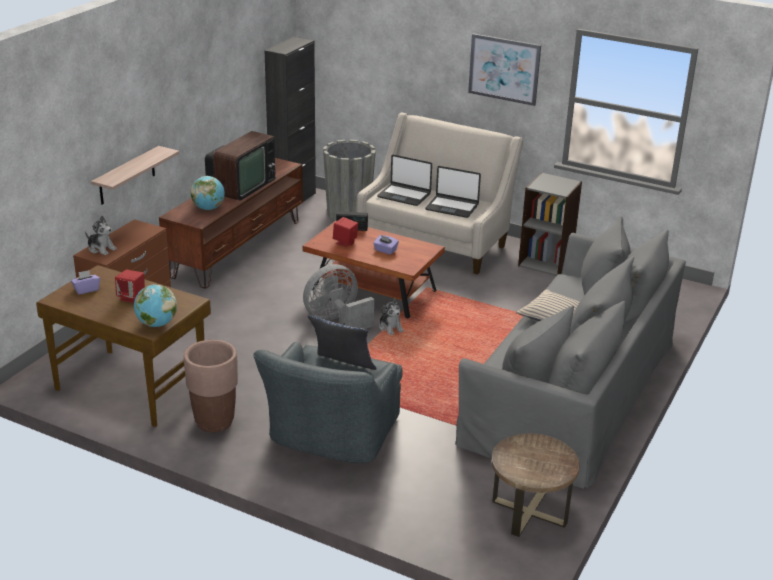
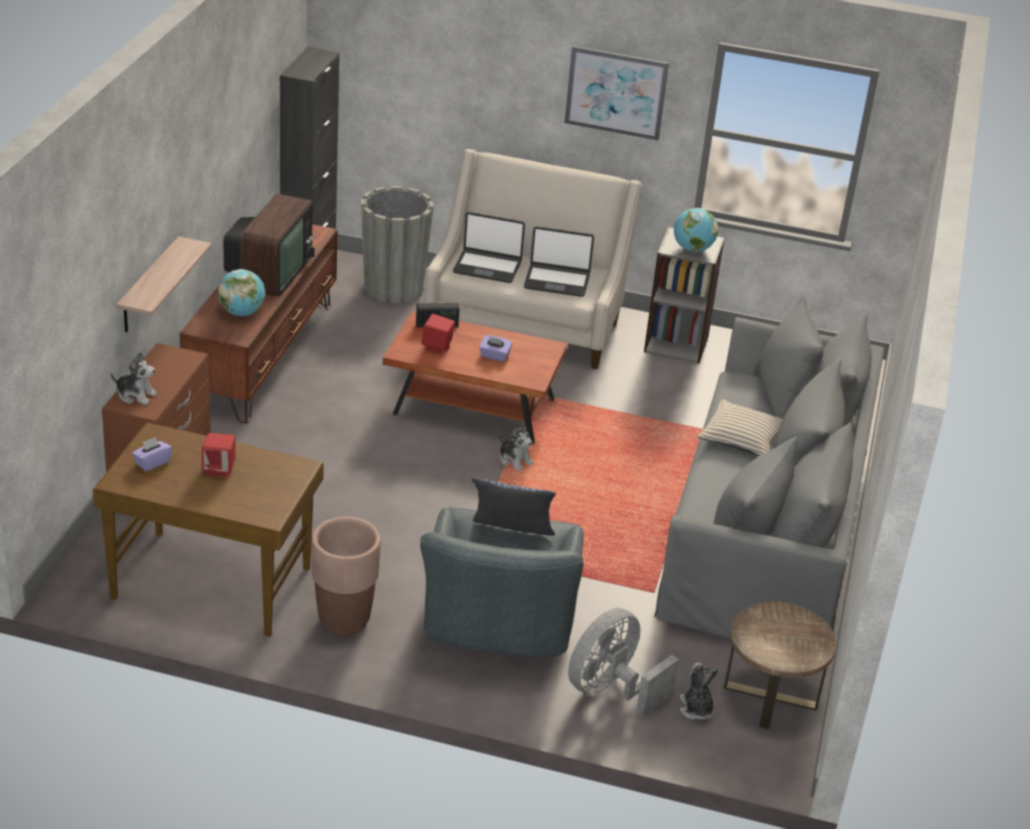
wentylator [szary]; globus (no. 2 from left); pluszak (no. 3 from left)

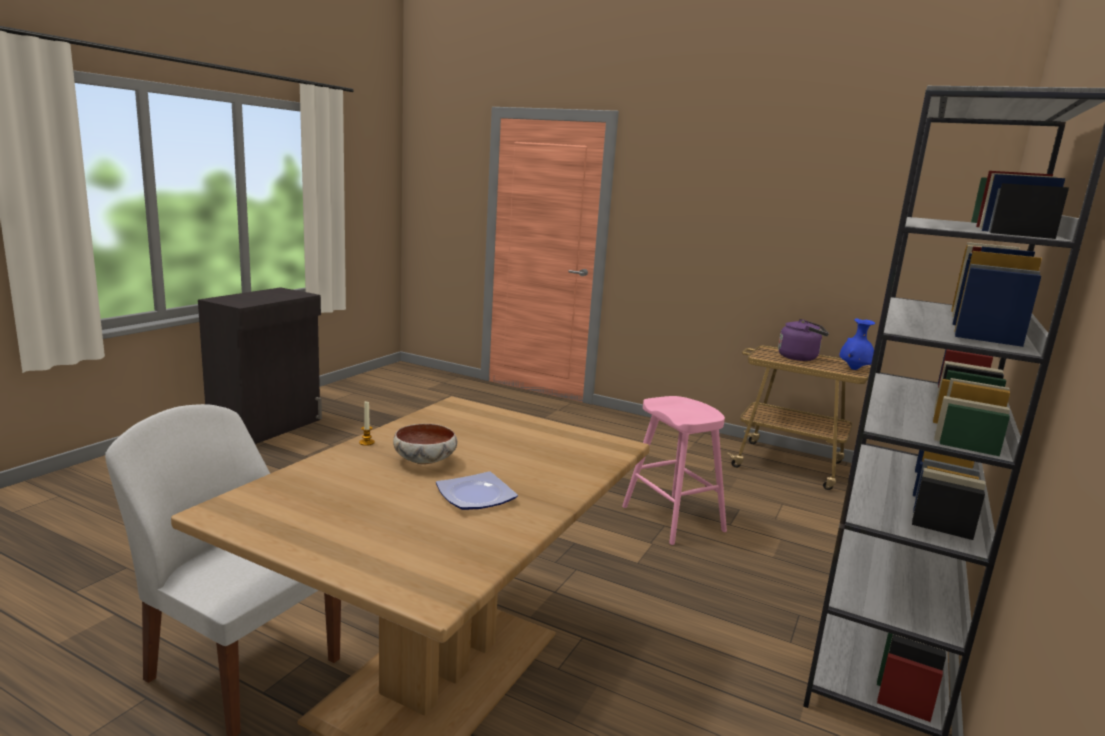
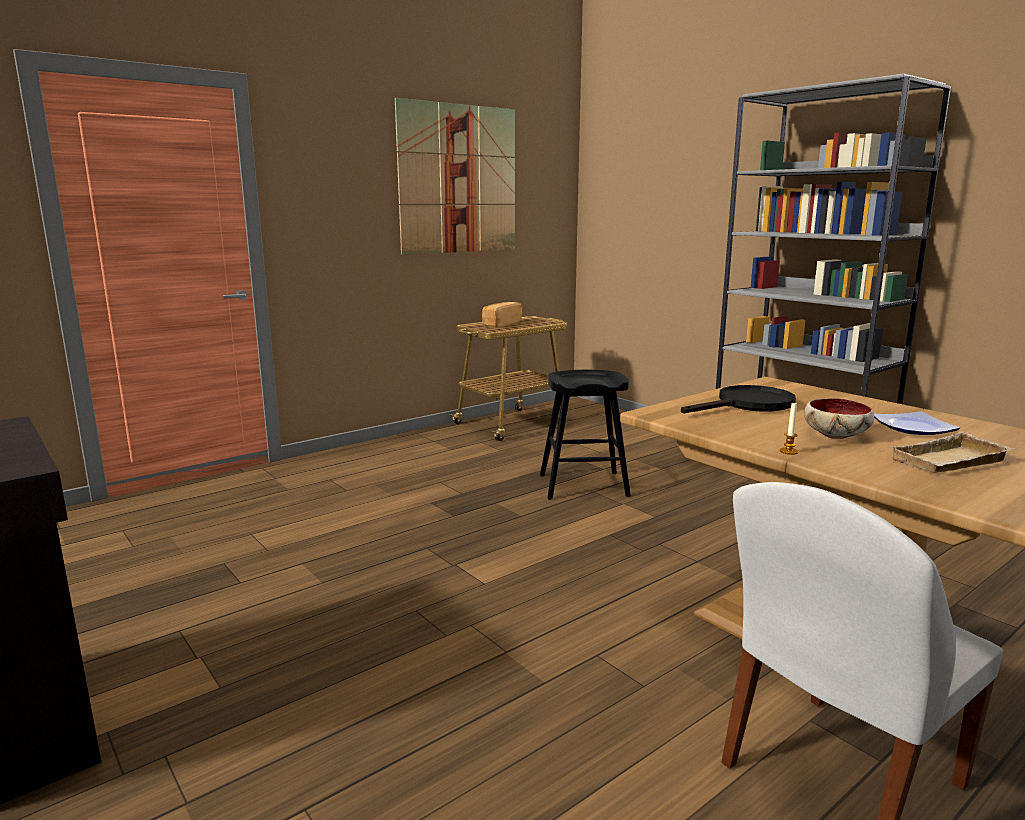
chleb; wazon [niebieski]; stołek [czarny]; obraz; patelnia [czarny]; taca [beżowy]

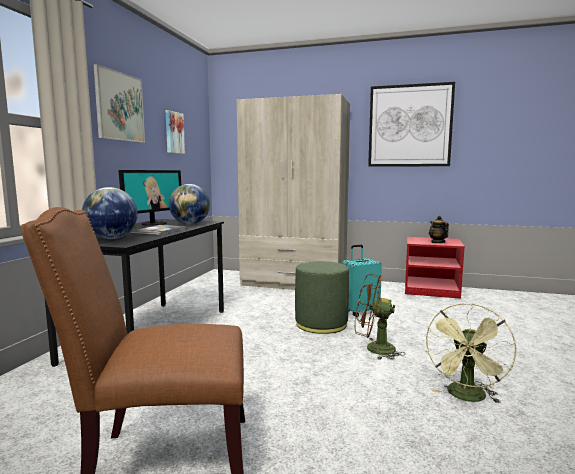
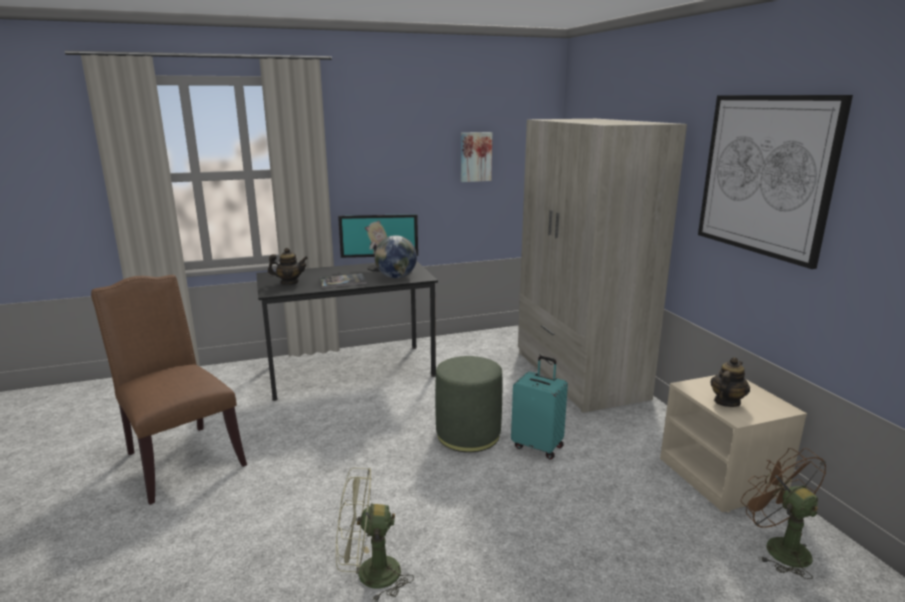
obraz (no. 1 from left in the first image); imbryk (no. 1 from left); szafka nocna [beżowy]; wentylator [brązowy]

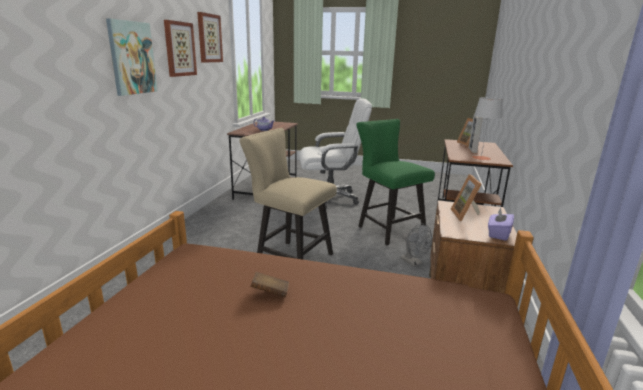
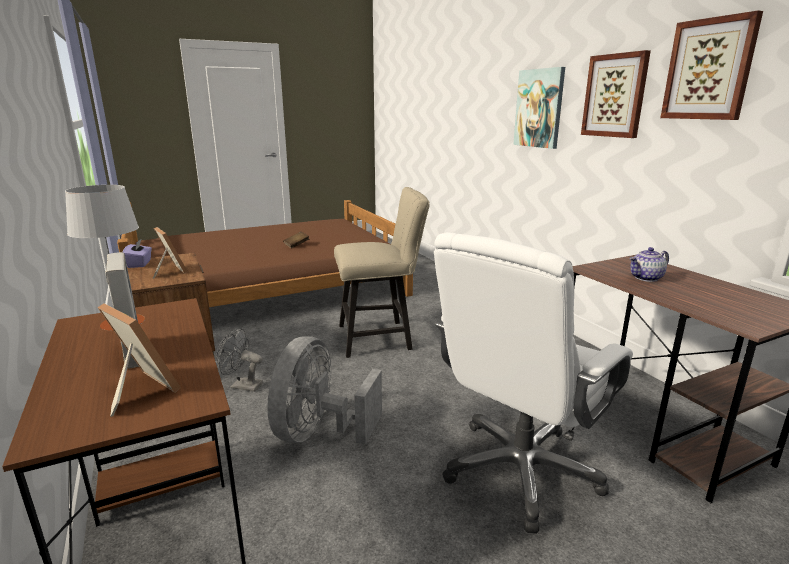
wentylator [szary] (no. 2 from left)

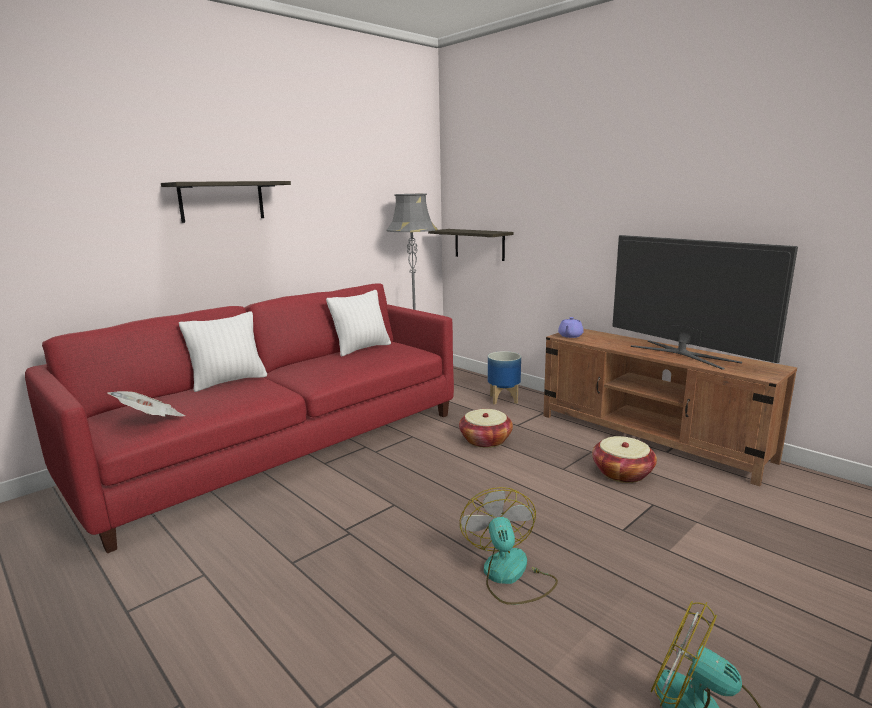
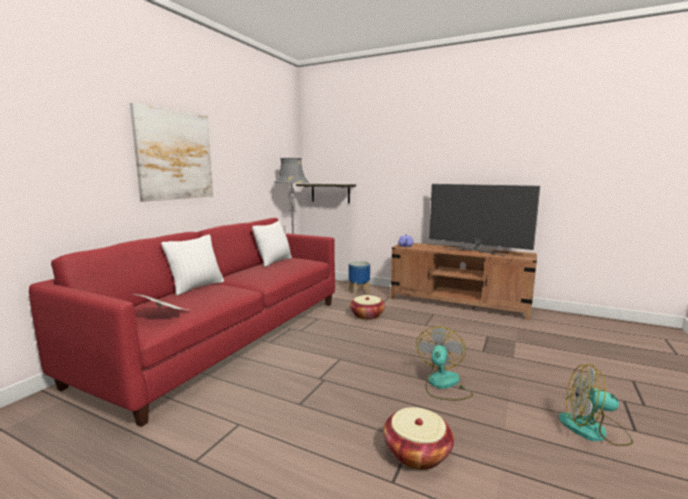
obraz; koszyk (no. 2 from left); wentylator (no. 1 from left)

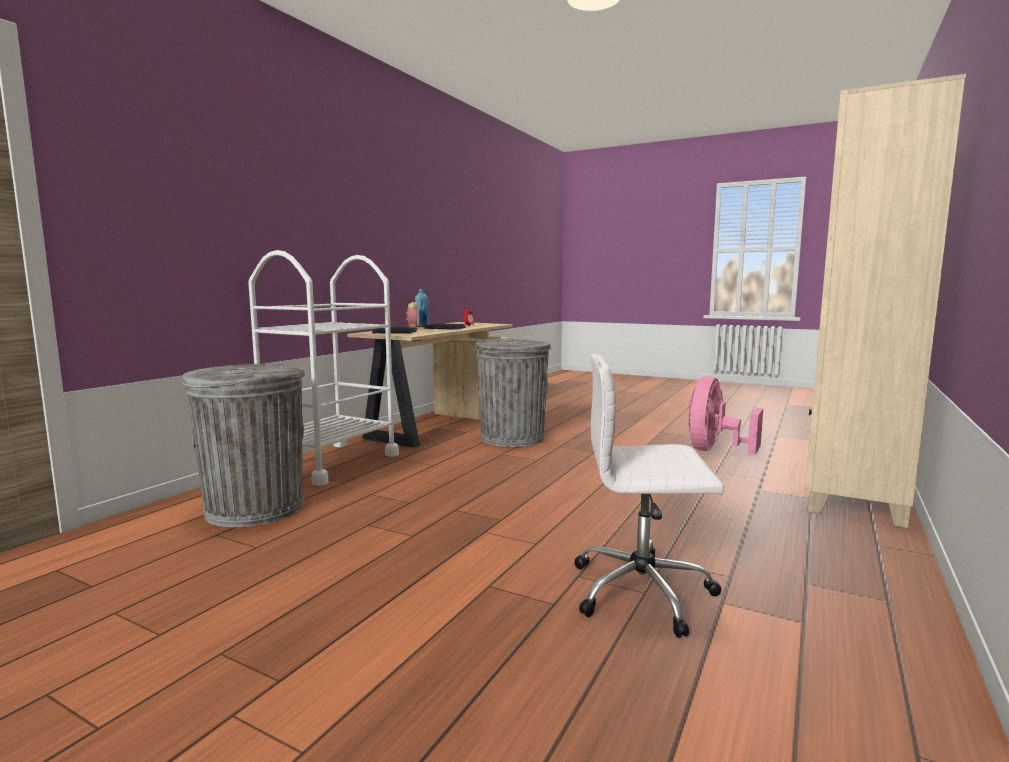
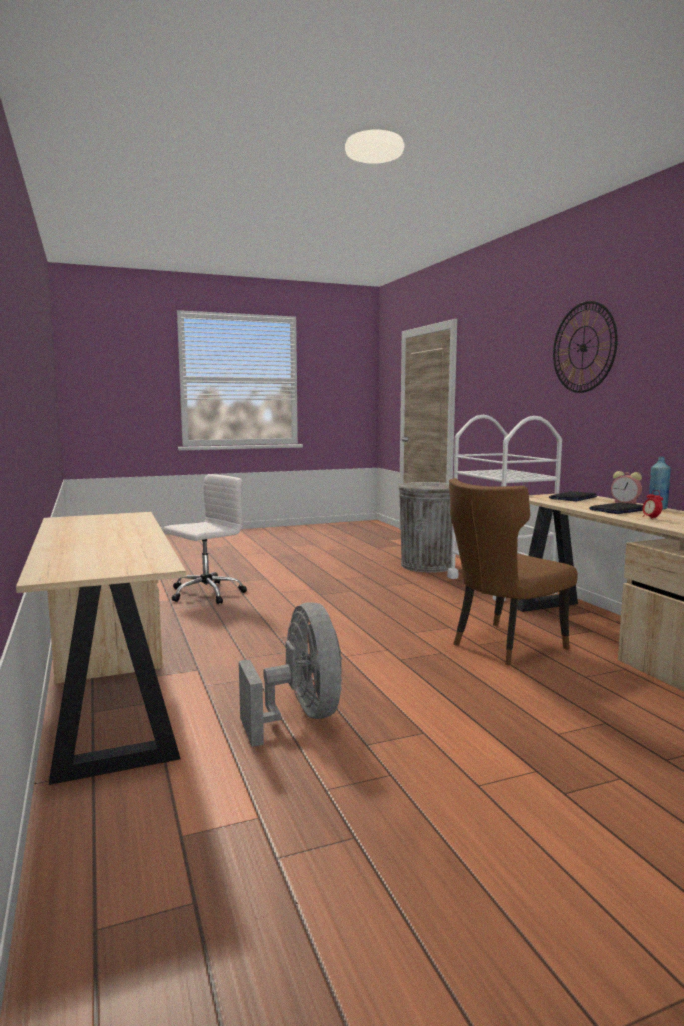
biurko [beżowy] (no. 1 from left); krzesło [brązowy]; wentylator [szary]; zegar ścienny

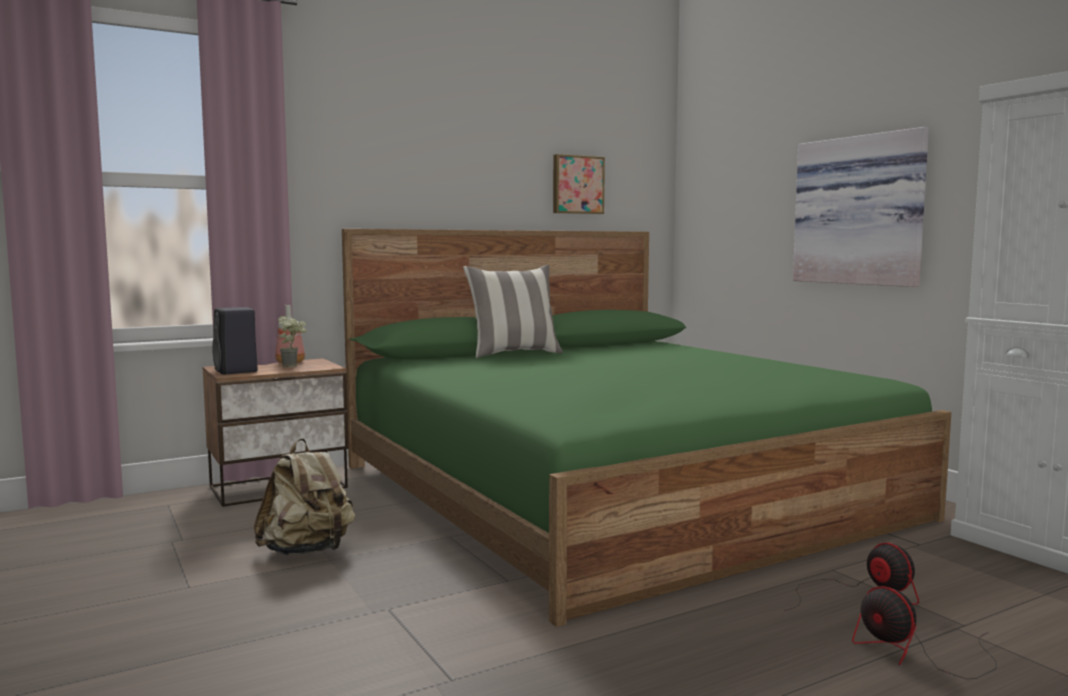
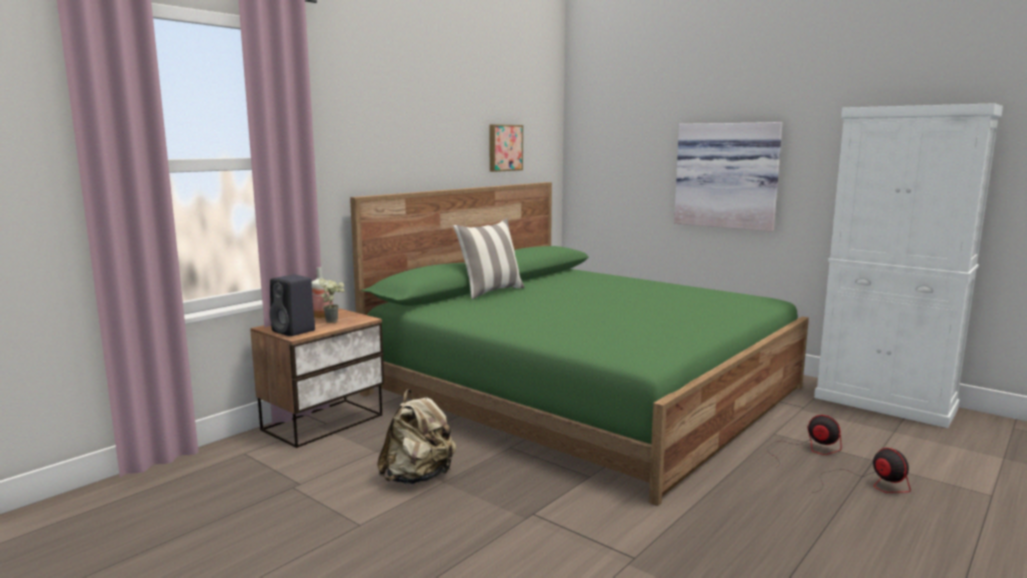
wentylator (no. 2 from left)

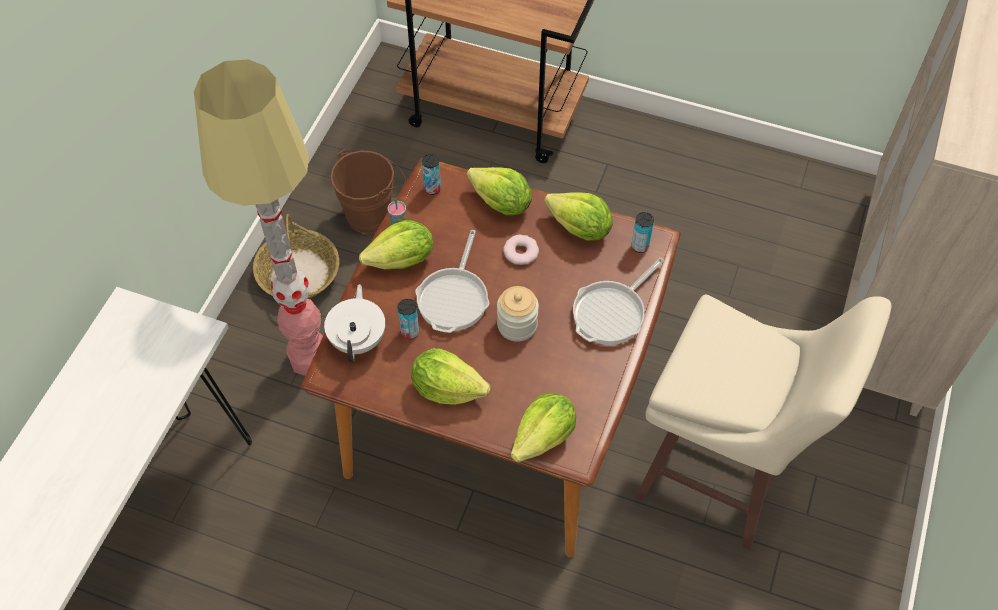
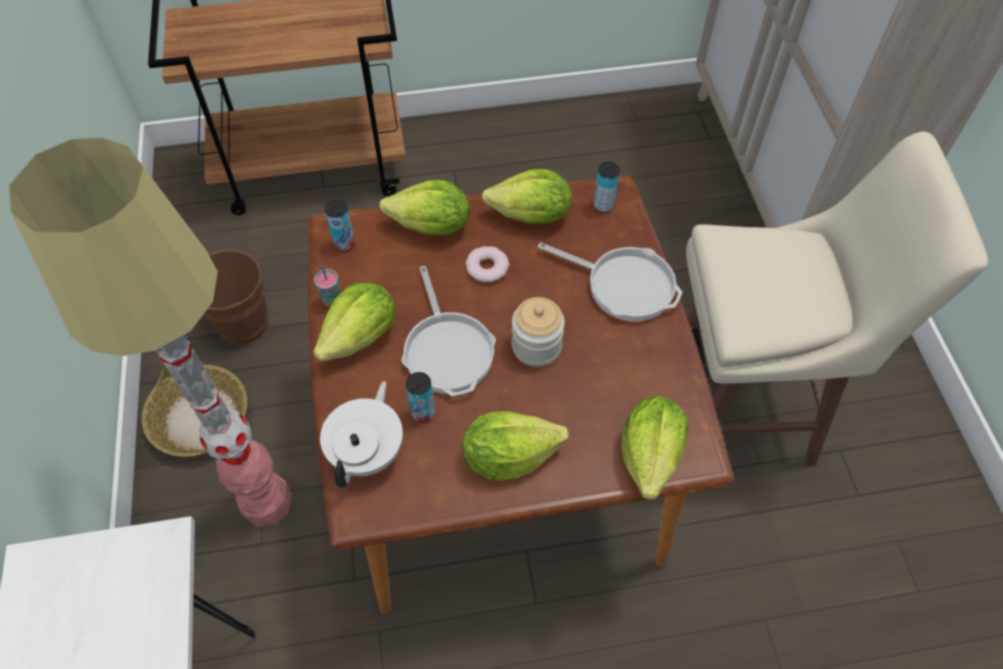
patelnia (no. 2 from left); imbryk [biały]

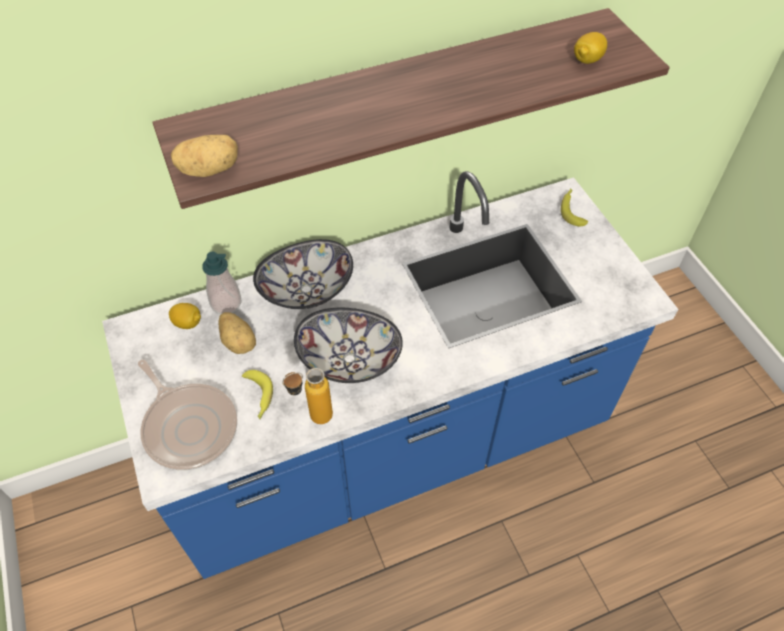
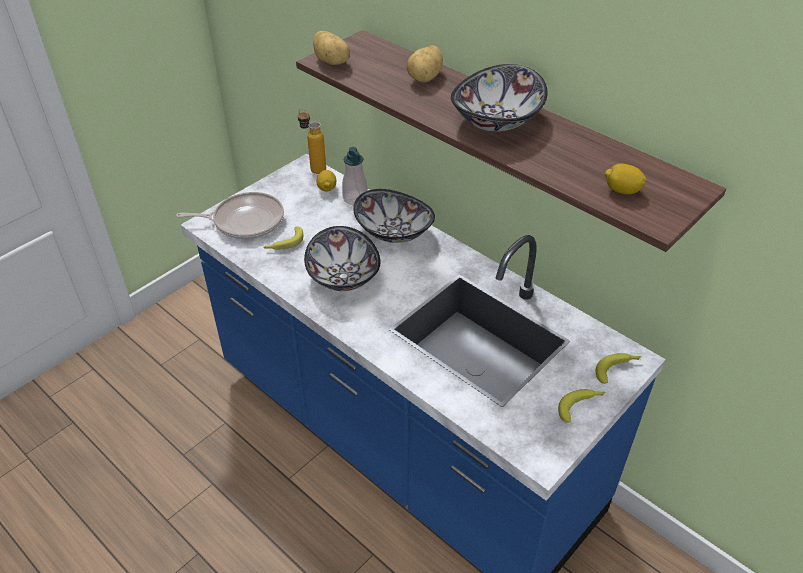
ziemniak (no. 2 from left); patelnia; butelka; miska (no. 3 from left); banan (no. 2 from left)

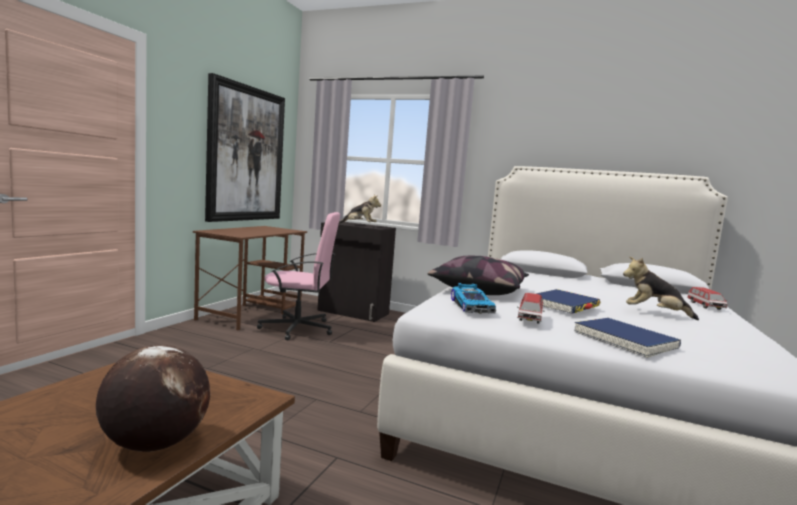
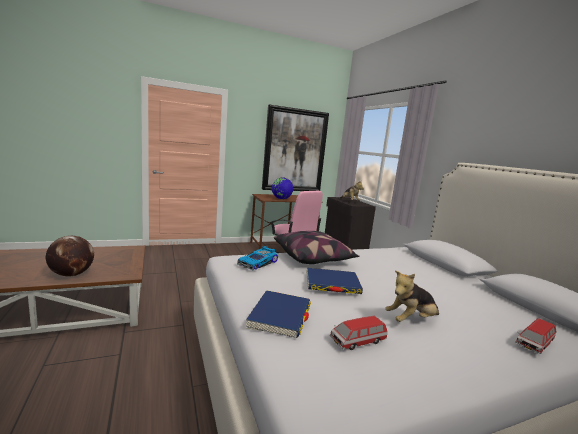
pluszak (no. 2 from left); samochodzik (no. 2 from left); globus (no. 2 from left)

